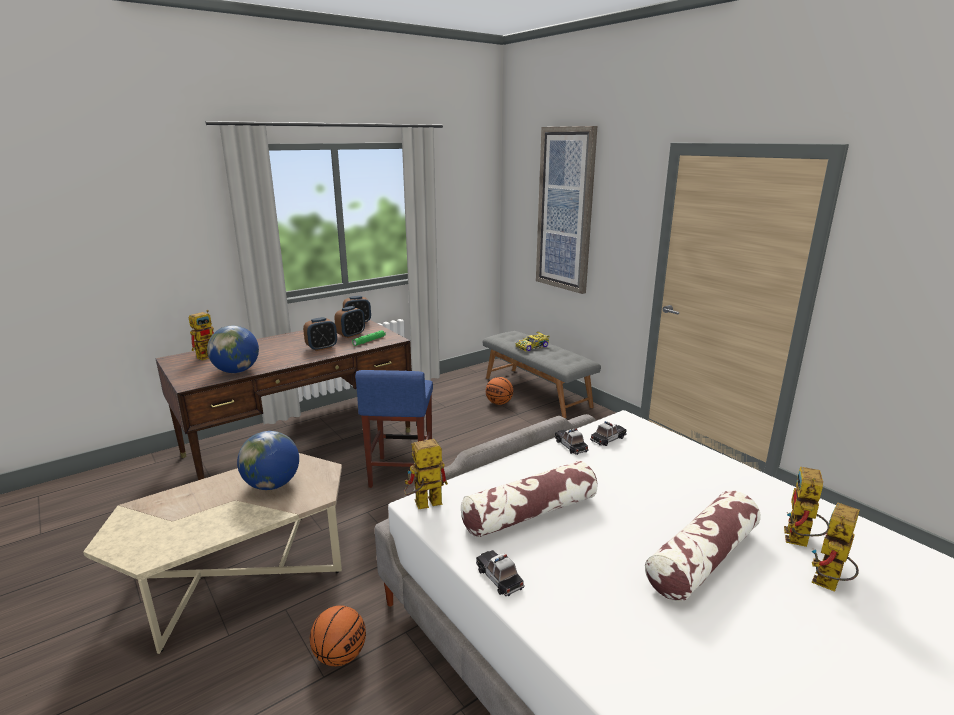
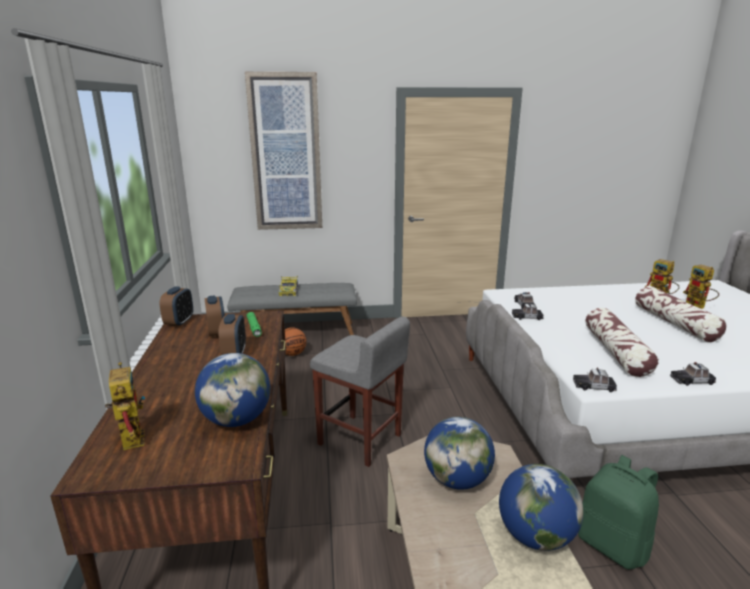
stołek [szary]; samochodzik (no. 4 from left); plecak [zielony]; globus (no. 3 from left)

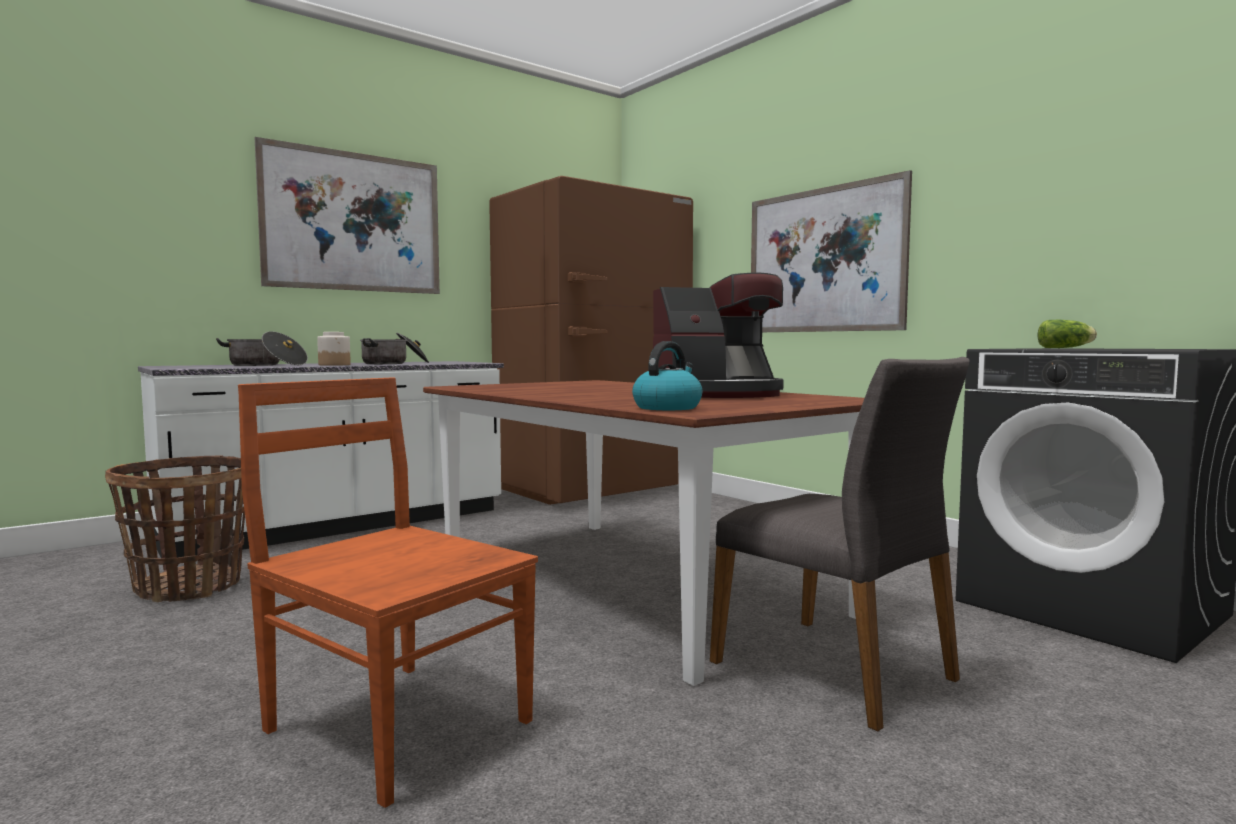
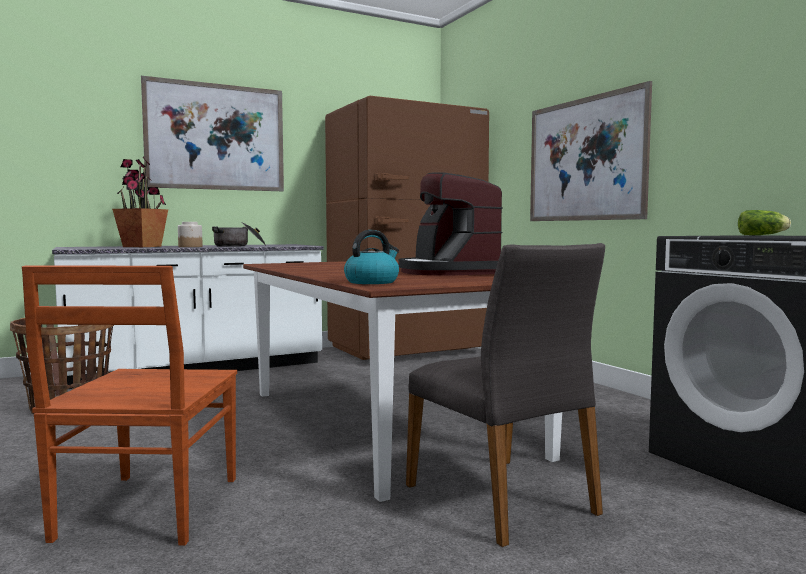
ekspres do kawy; roślina doniczkowa; krzesło [brązowy]

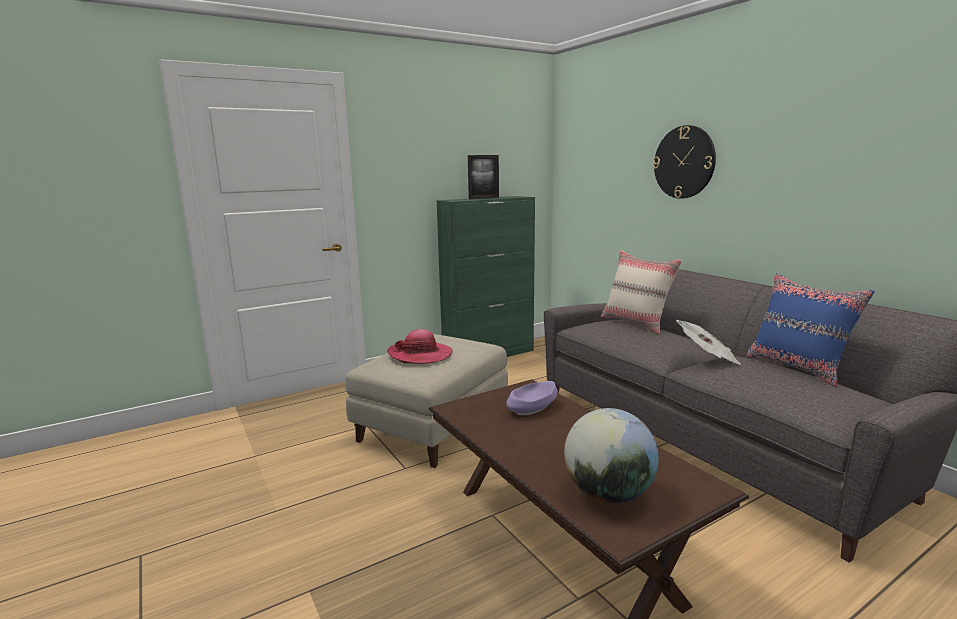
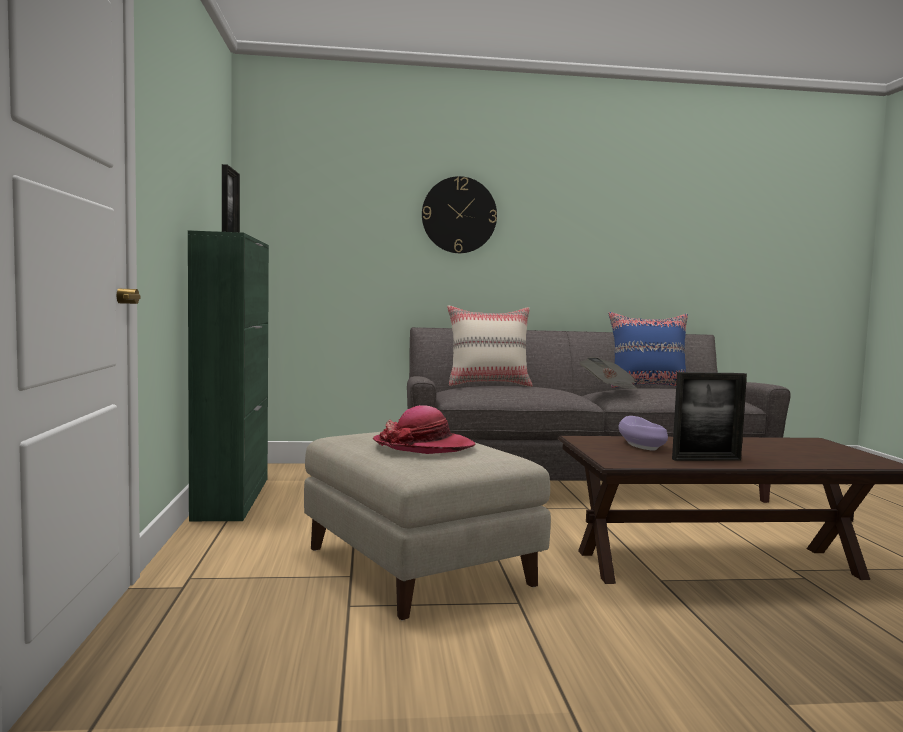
globus; ramka na zdjęcie (no. 2 from left)

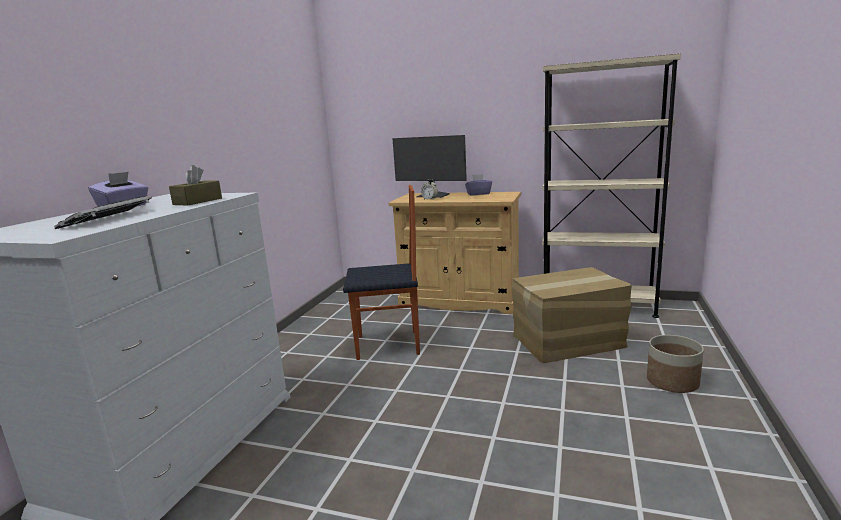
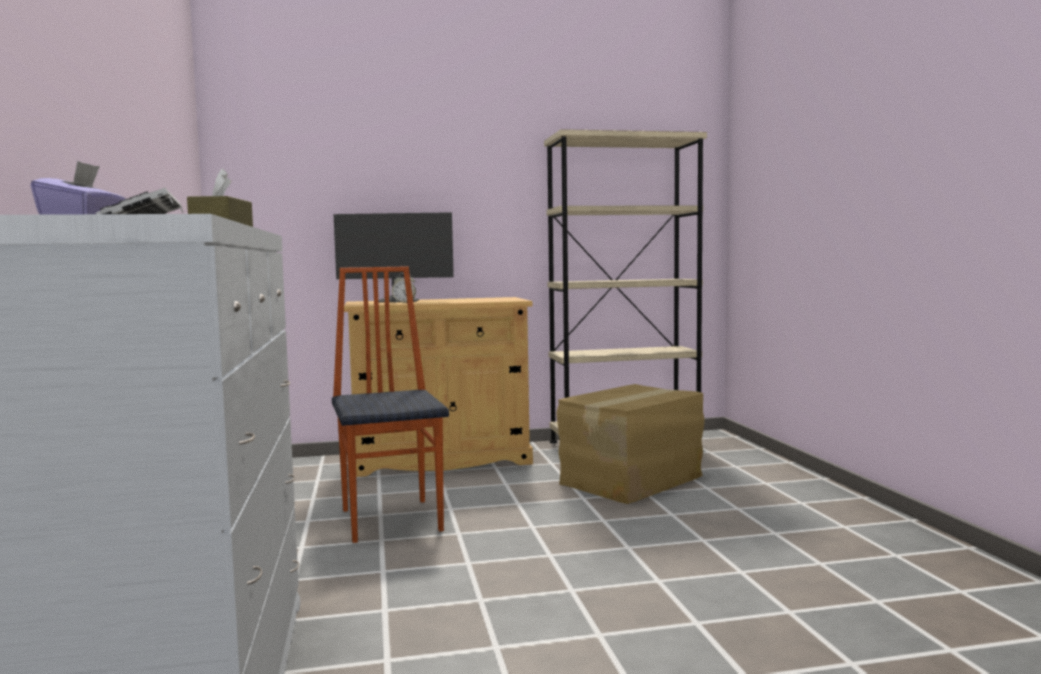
pudełko chusteczek [fioletowy] (no. 2 from left in the first image); krzesło; donica

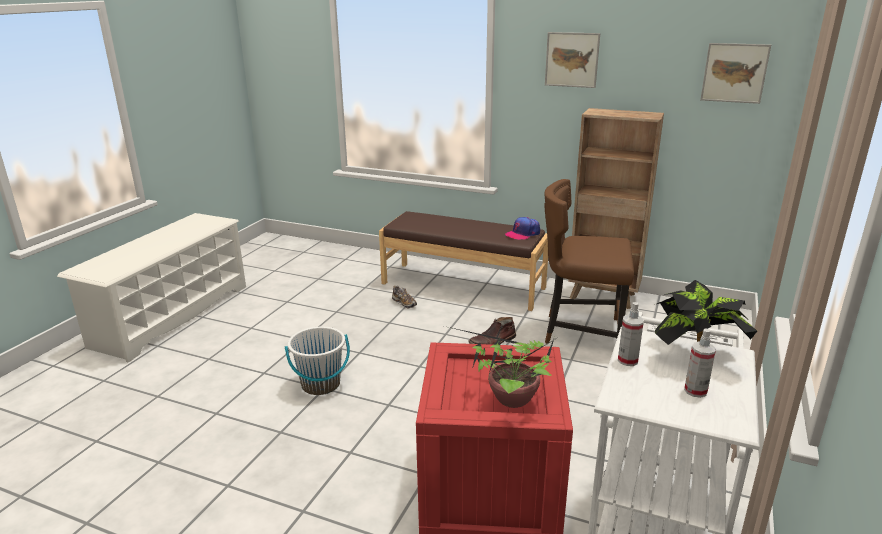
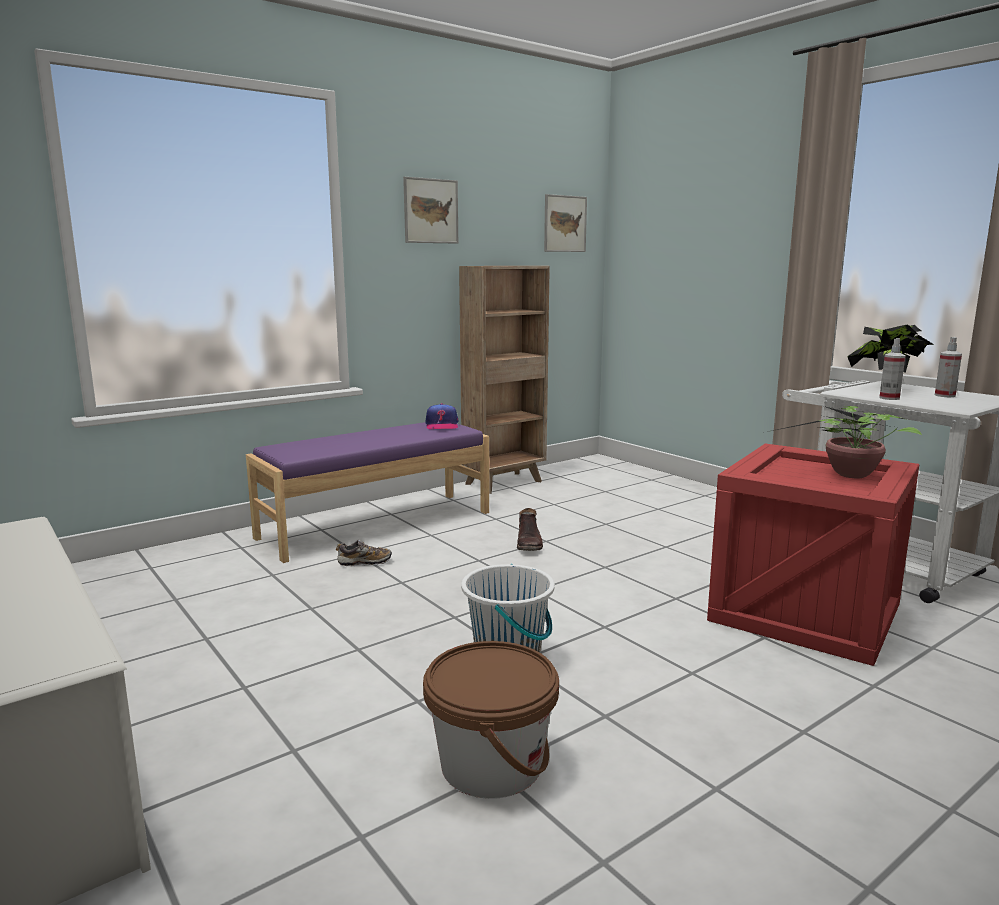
krzesło [brązowy]; ławka [fioletowy]; wiadro [brązowy]

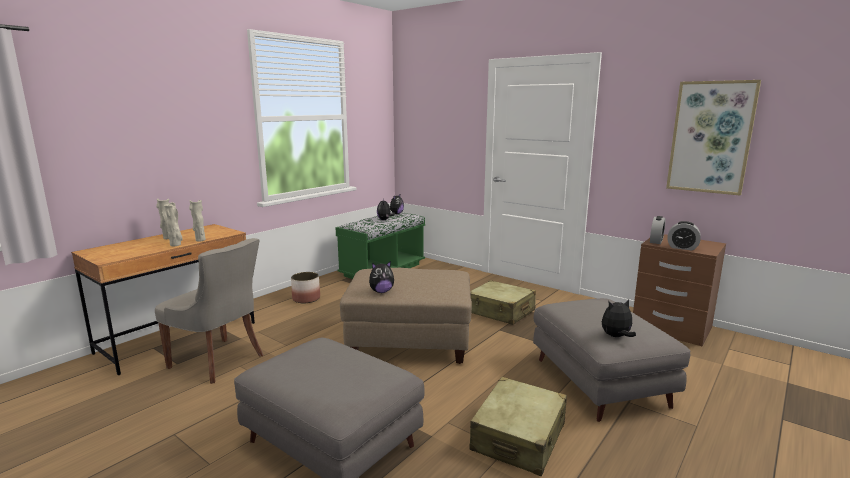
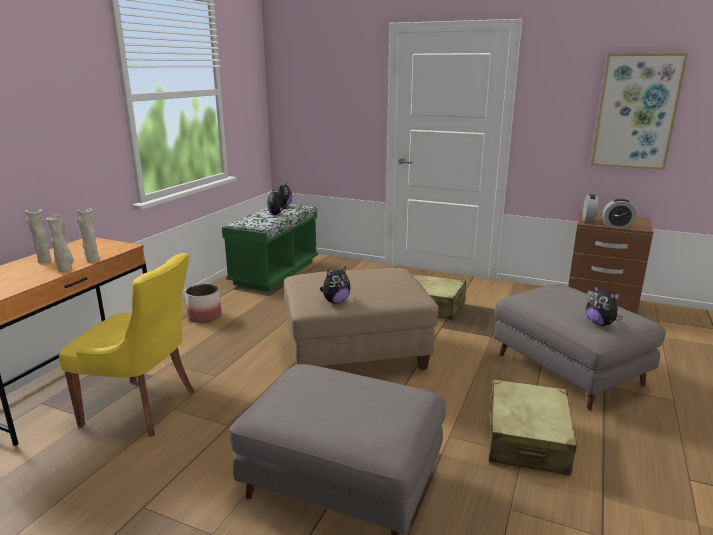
krzesło [żółty]; pluszak (no. 4 from left)

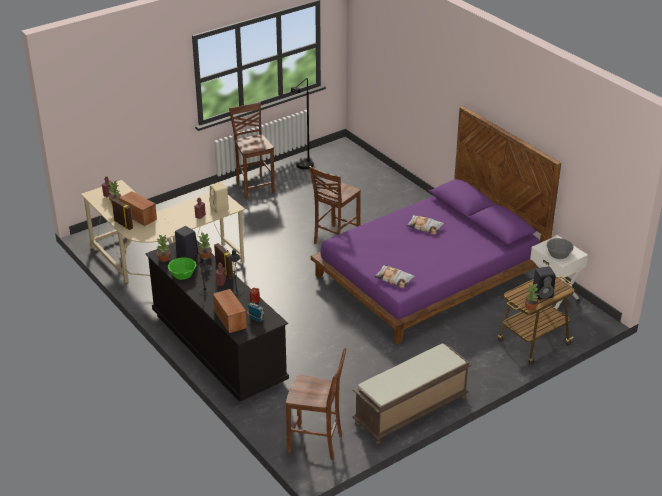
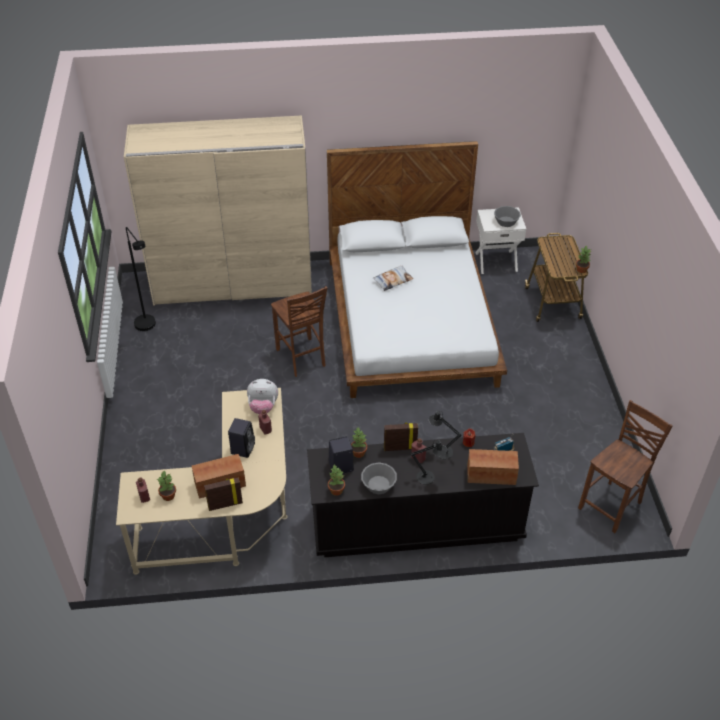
krzesło [brązowy] (no. 1 from left in the first image); łóżko [biały]; pluszak; miska [szary] (no. 1 from left); poduszka (no. 1 from left in the first image); głośnik [czarny] (no. 1 from left); ławka [brązowy]; szafa [beżowy]

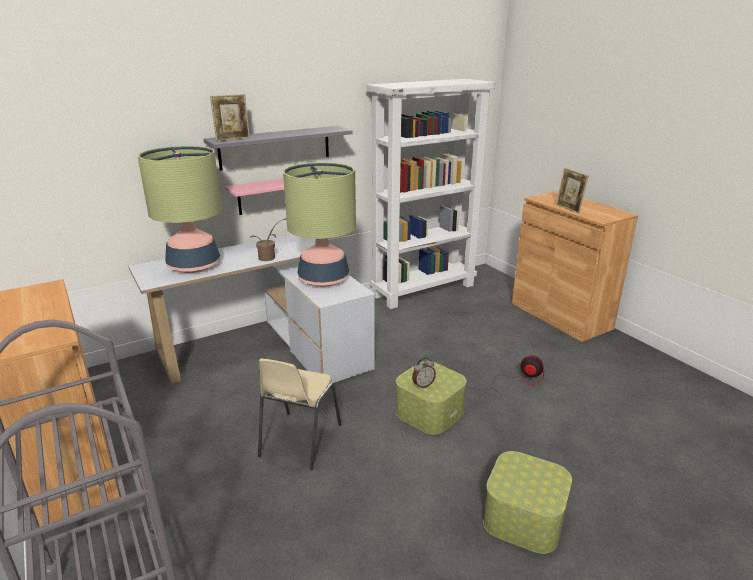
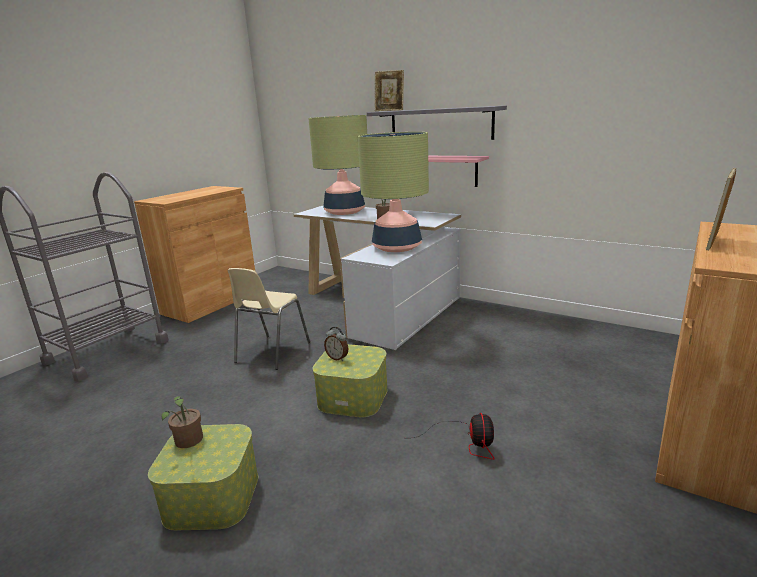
regał [biały]; krzesło [beżowy]; roślina doniczkowa (no. 1 from left)

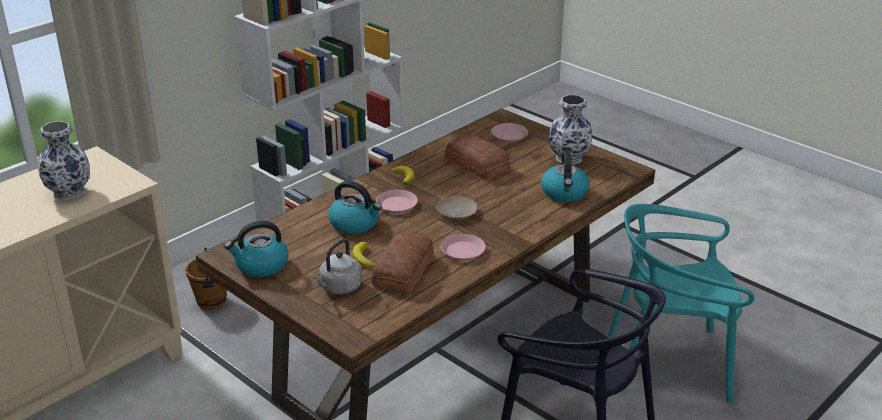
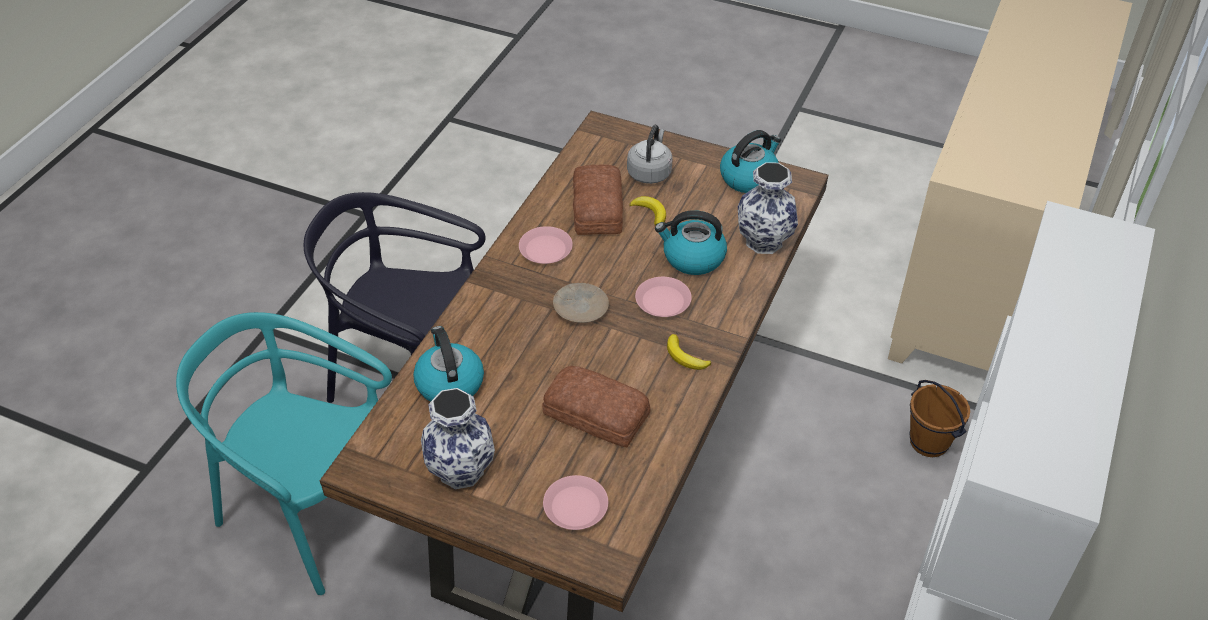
wazon (no. 2 from left); krzesło [turkusowy]

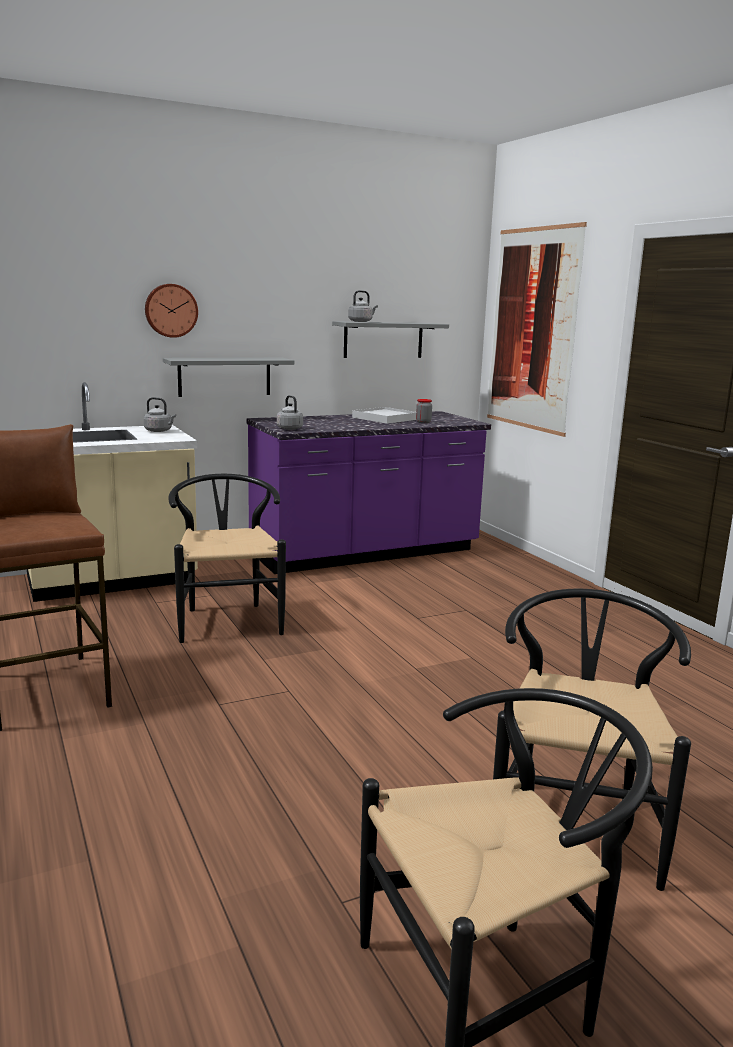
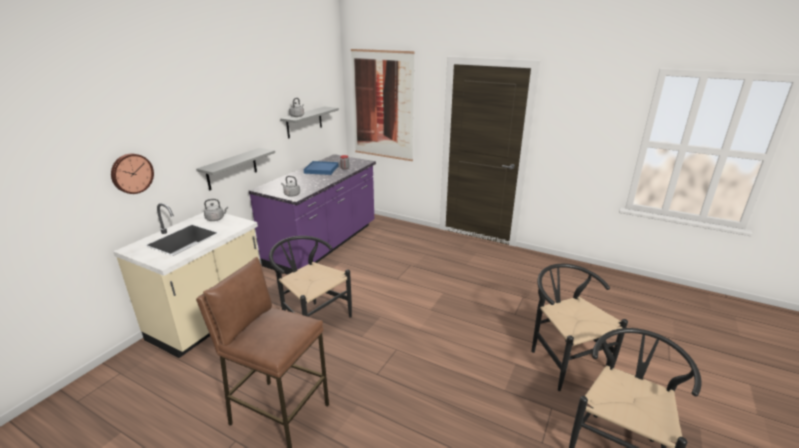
zegar ścienny; taca [niebieski]

